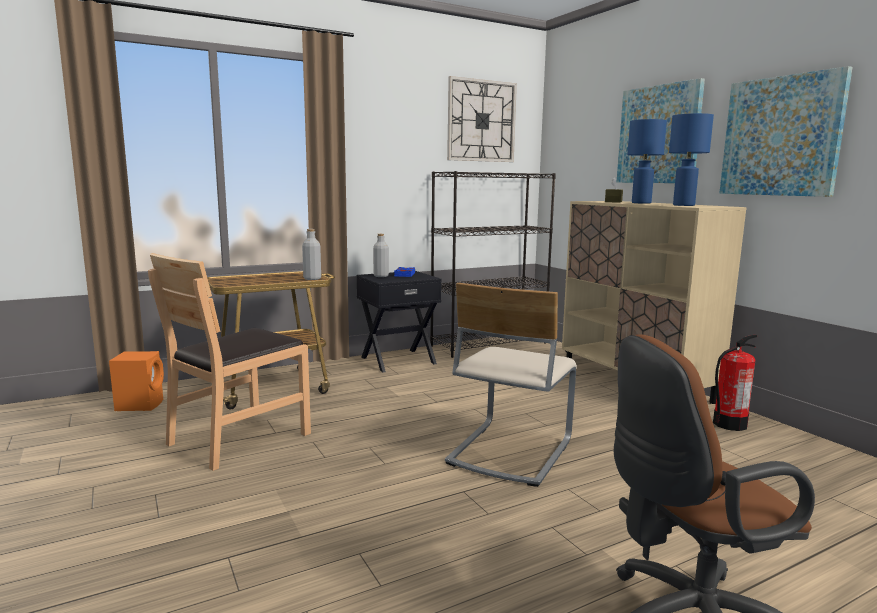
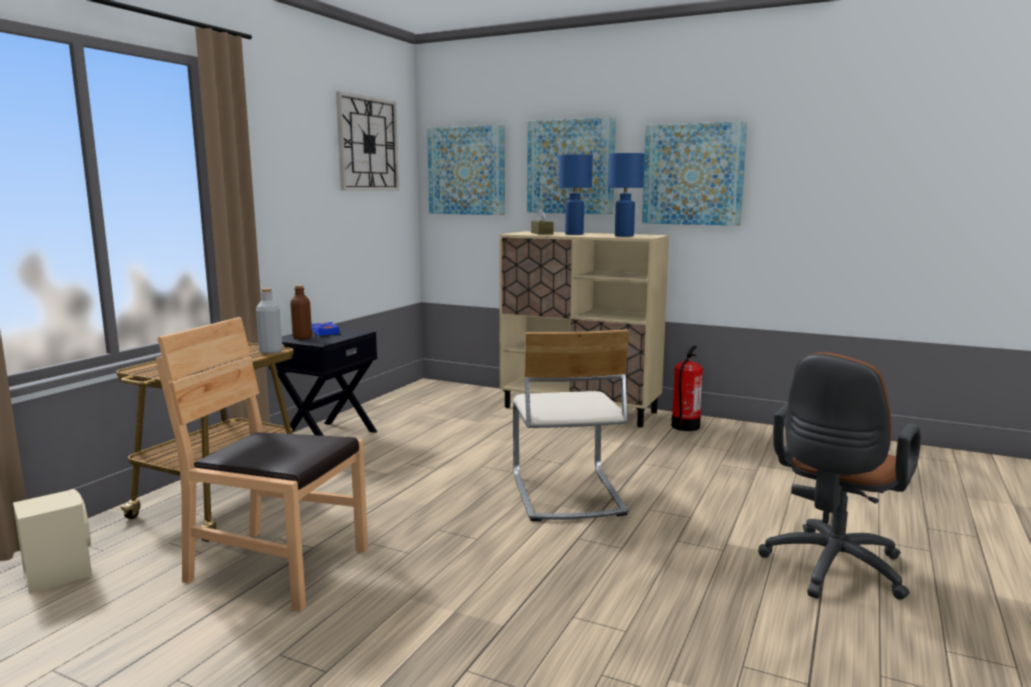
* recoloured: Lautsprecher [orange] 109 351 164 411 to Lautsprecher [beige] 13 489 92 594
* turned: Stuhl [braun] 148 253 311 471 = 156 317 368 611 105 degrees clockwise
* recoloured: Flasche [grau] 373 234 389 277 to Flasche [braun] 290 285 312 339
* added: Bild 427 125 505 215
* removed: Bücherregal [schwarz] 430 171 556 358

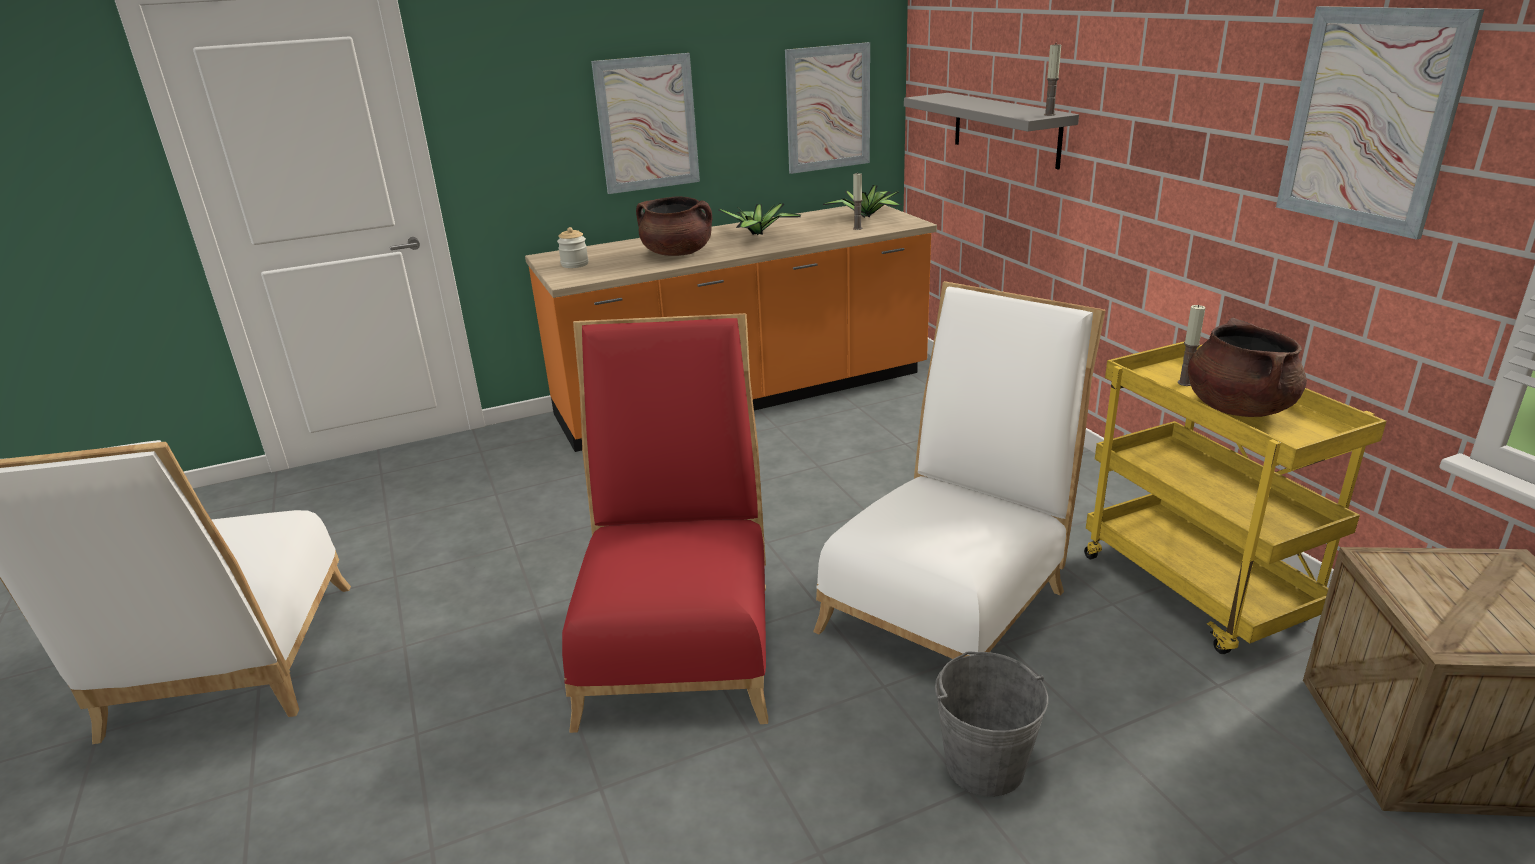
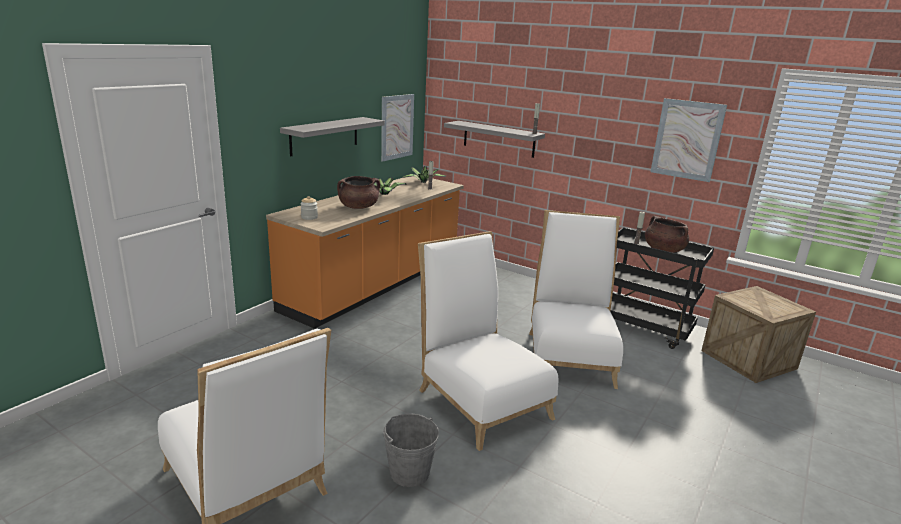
* replaced: Bild 591 53 700 194 to Wandregal [grau] 280 117 385 157
* moved: Eimer [grau] 935 651 1048 797 to 383 414 439 487
* recoloured: Stuhl [rot] 562 313 768 733 to Stuhl [weiß] 418 231 558 451
* recoloured: Rollwagen [gelb] 1084 341 1386 654 to Rollwagen [schwarz] 610 227 714 349

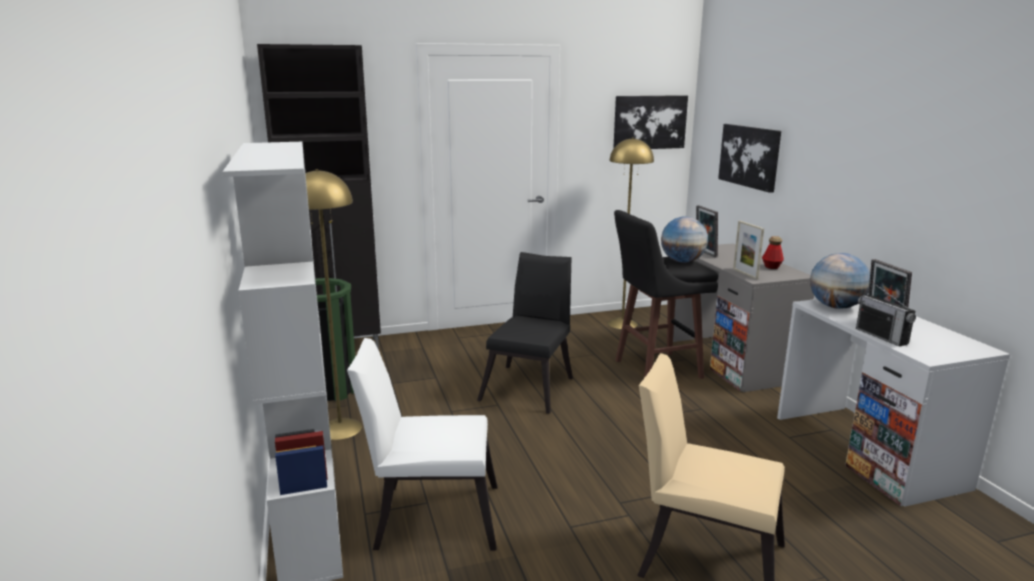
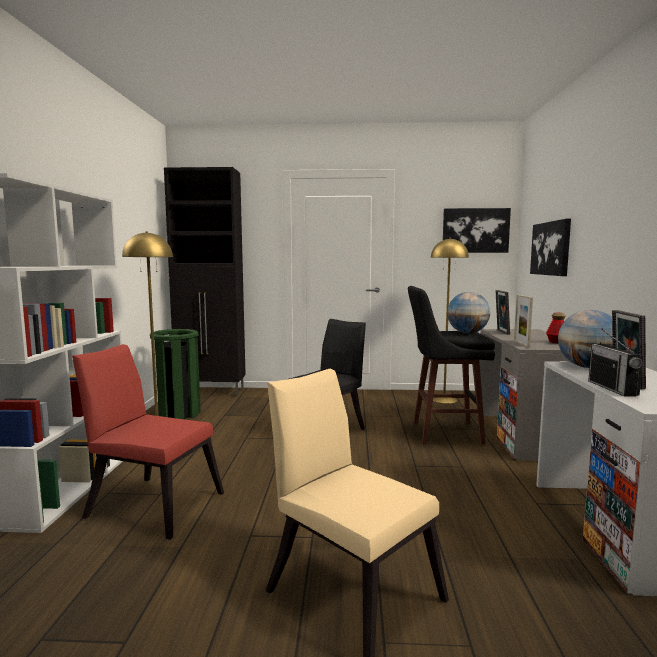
* recoloured: Stuhl [weiß] 347 338 497 551 to Stuhl [rot] 72 344 224 540

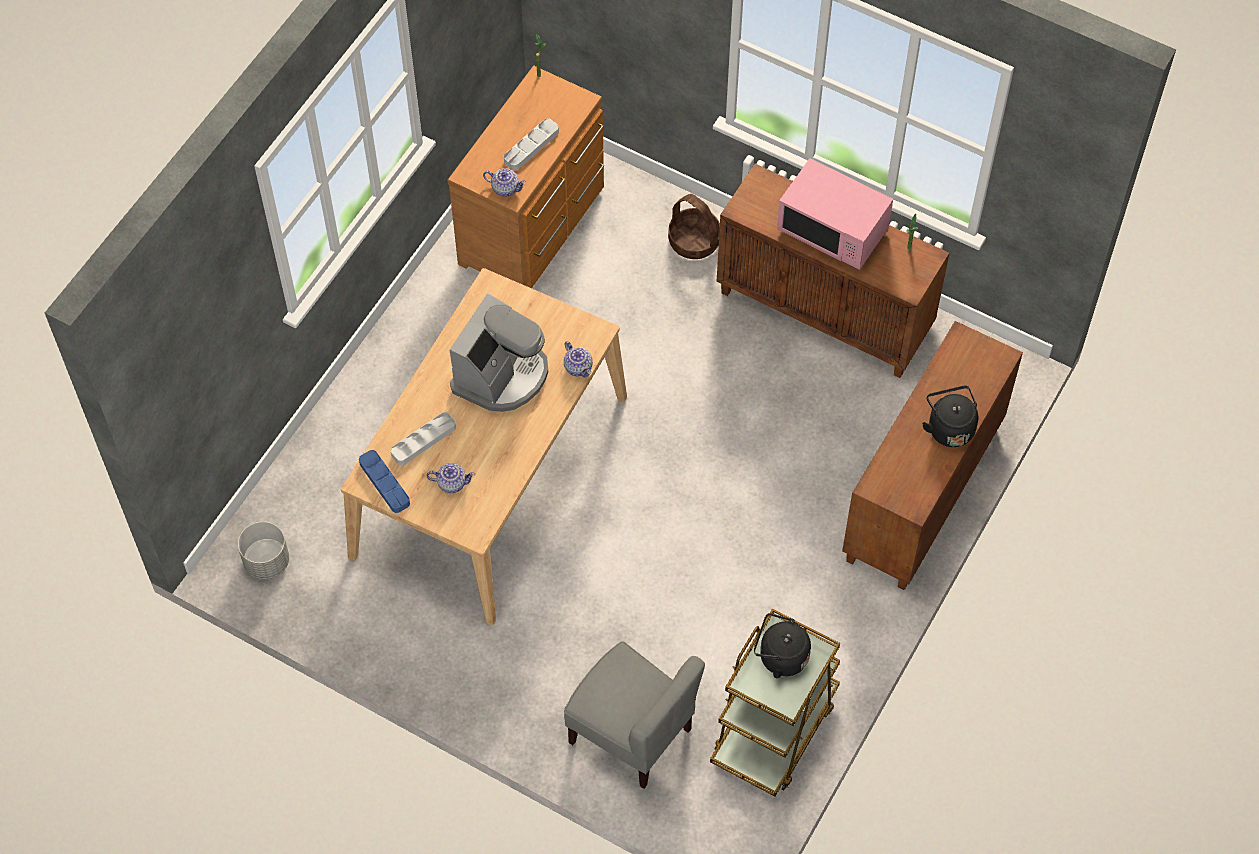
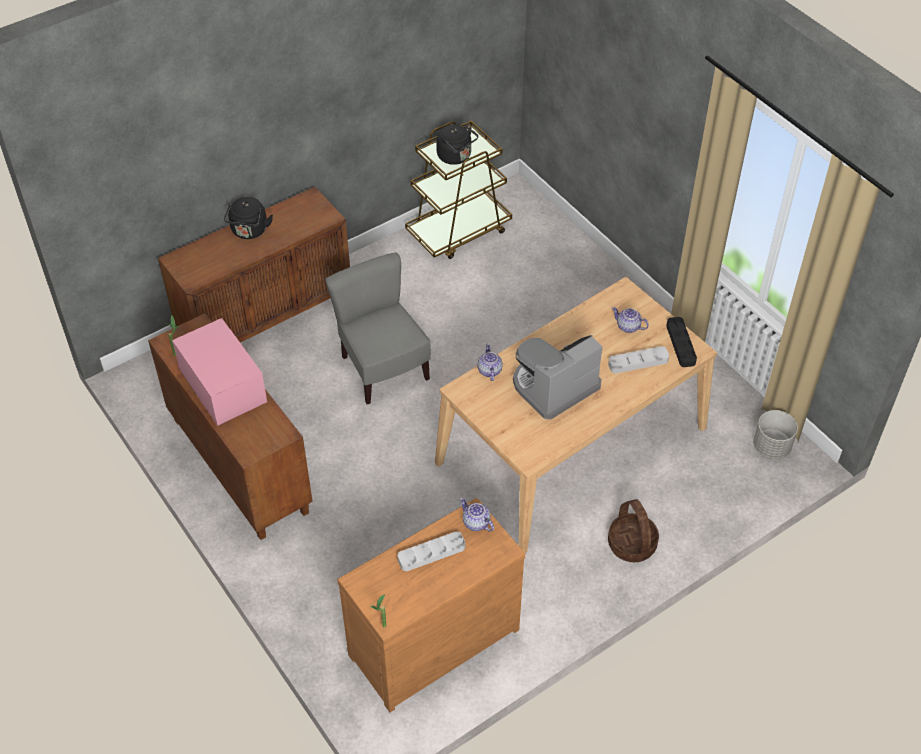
* moved: Stuhl [grau] 564 641 705 789 to 325 252 431 404
* moved: Korb 668 194 720 259 to 608 499 659 562
* recoloured: Tablett [blau] 359 450 410 513 to Tablett [schwarz] 666 317 697 367

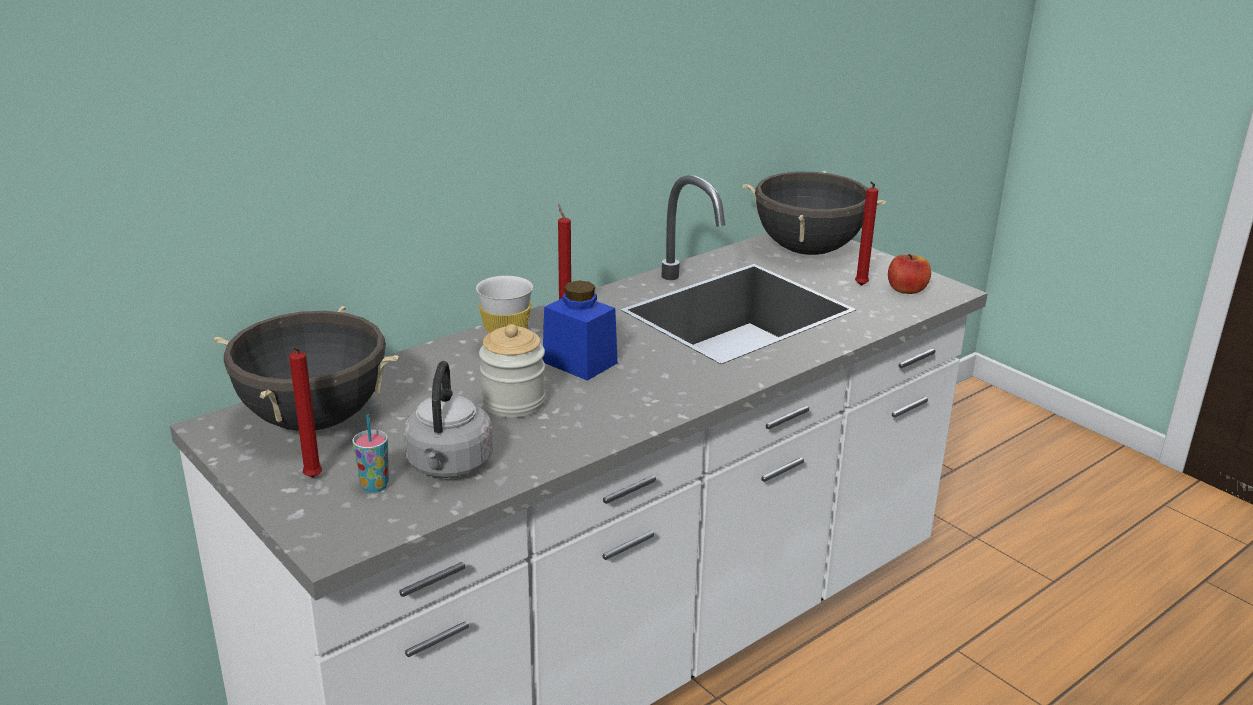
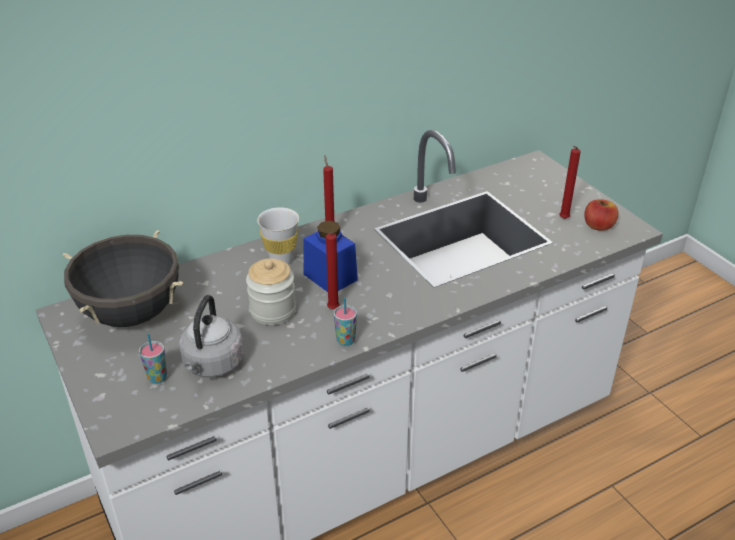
* moved: Kerze [rot] 289 347 322 477 to 326 232 340 309
* added: Tasse 334 297 357 346
* removed: Kochtopf [schwarz] 743 171 886 255

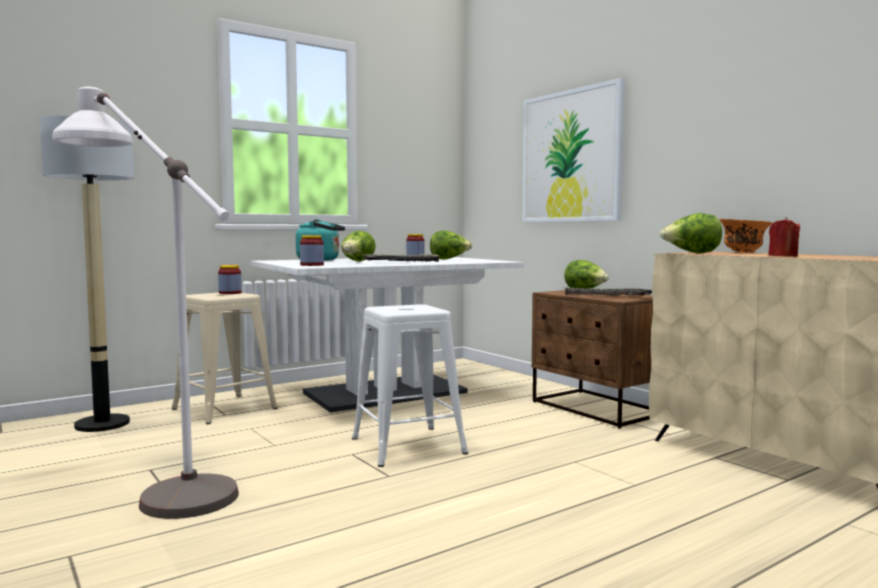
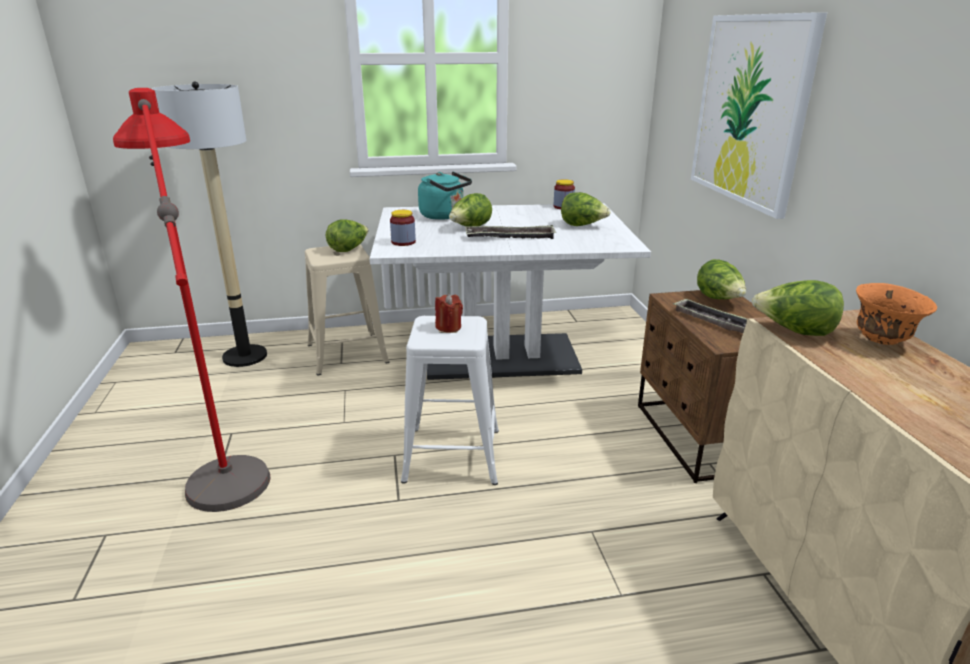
* recoloured: Stehlampe [weiß] 52 87 239 519 to Stehlampe [rot] 113 88 270 512
* replaced: Vorratsglas 218 265 242 294 to Salatkopf 326 219 368 252
* moved: Kerze [rot] 768 217 800 257 to 435 294 463 332

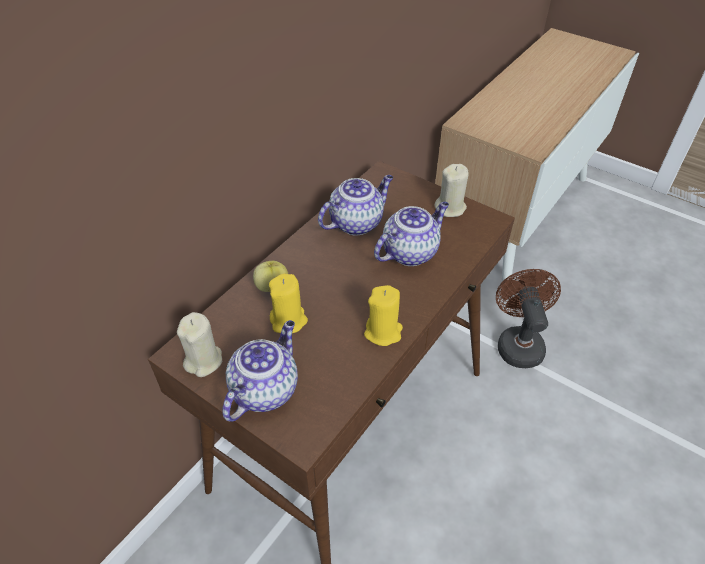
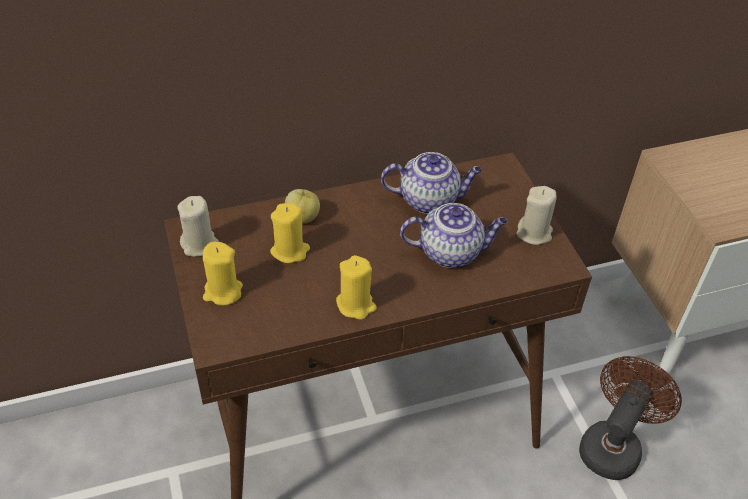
* replaced: Teekanne 222 320 298 422 to Kerze [gelb] 203 242 243 305

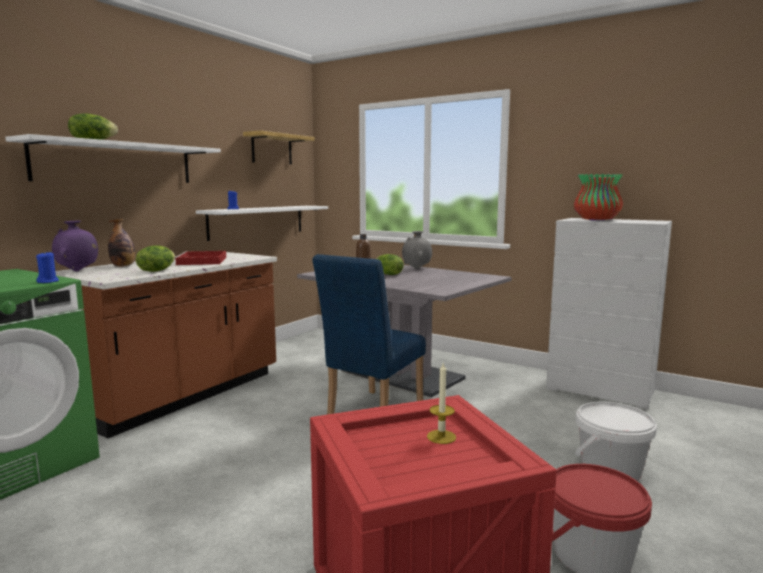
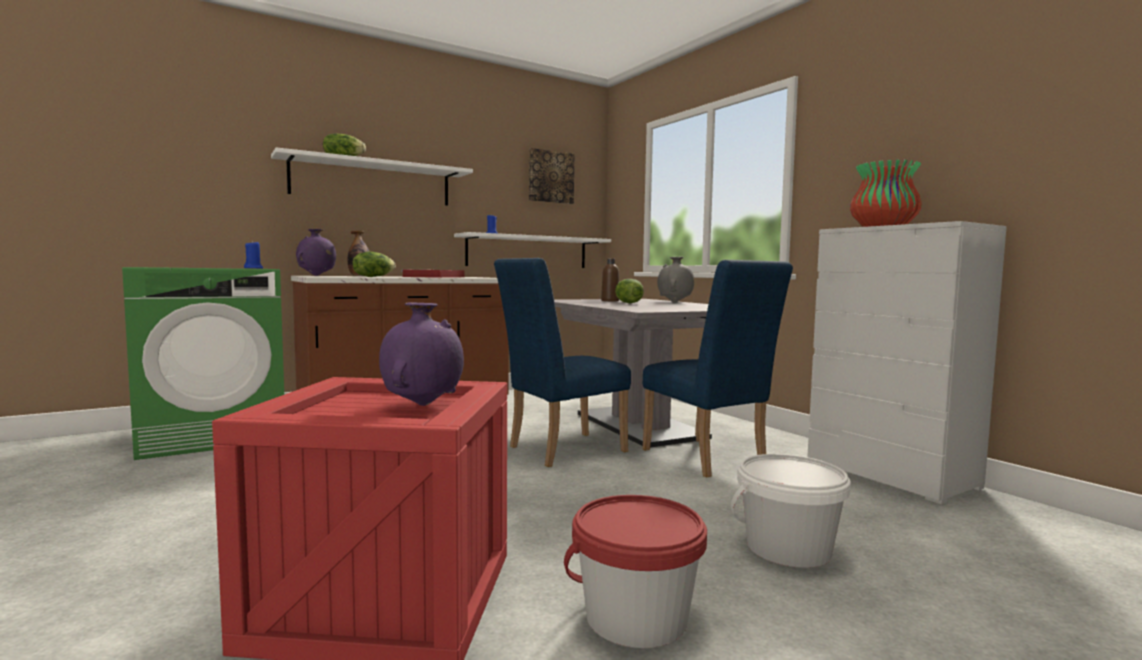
* replaced: Kerze 427 363 456 444 to Vase [lila] 379 302 464 406
* replaced: Wandregal 243 131 314 165 to Bild 529 148 574 204
* added: Stuhl [blau] 643 260 793 478

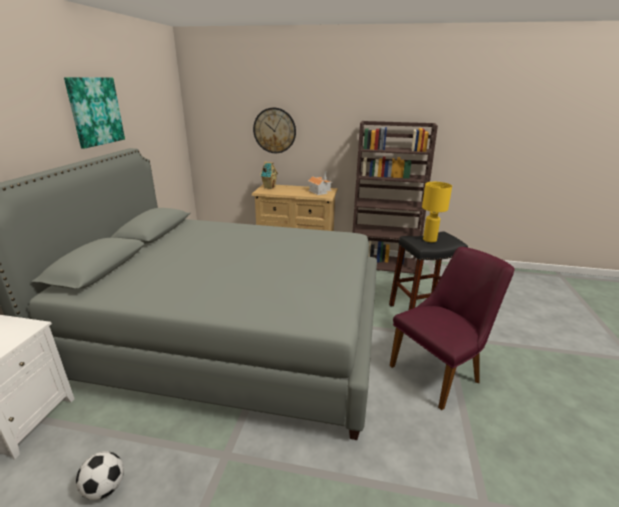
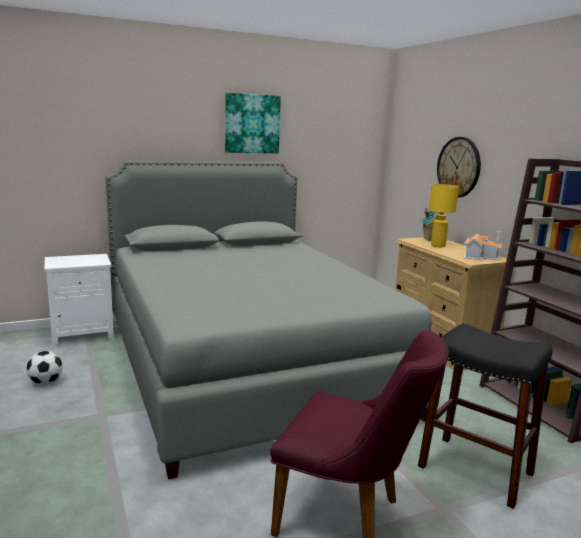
* moved: Tischlampe [gelb] 422 182 452 242 to 429 184 459 247

